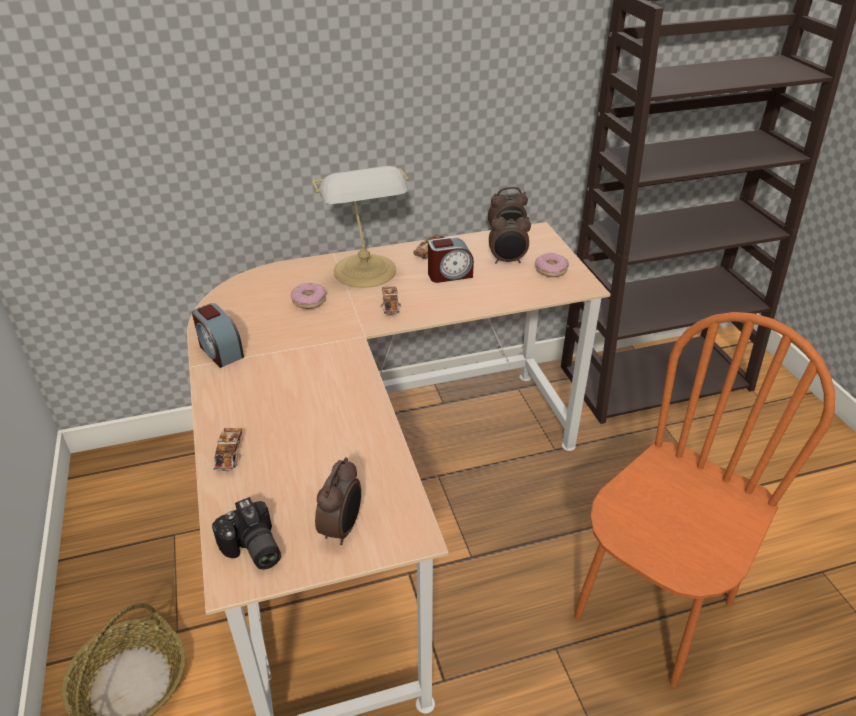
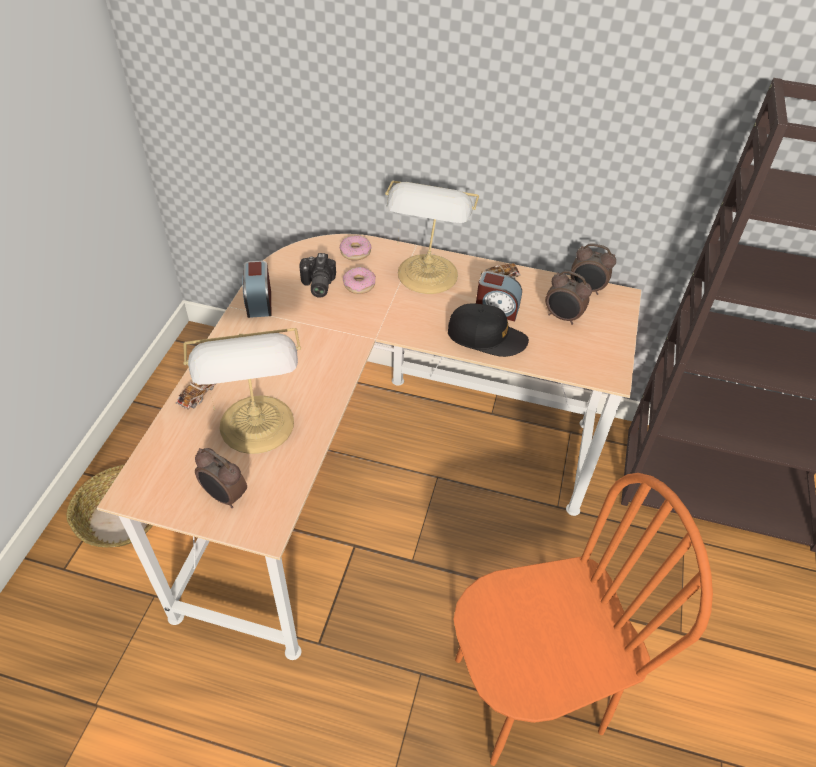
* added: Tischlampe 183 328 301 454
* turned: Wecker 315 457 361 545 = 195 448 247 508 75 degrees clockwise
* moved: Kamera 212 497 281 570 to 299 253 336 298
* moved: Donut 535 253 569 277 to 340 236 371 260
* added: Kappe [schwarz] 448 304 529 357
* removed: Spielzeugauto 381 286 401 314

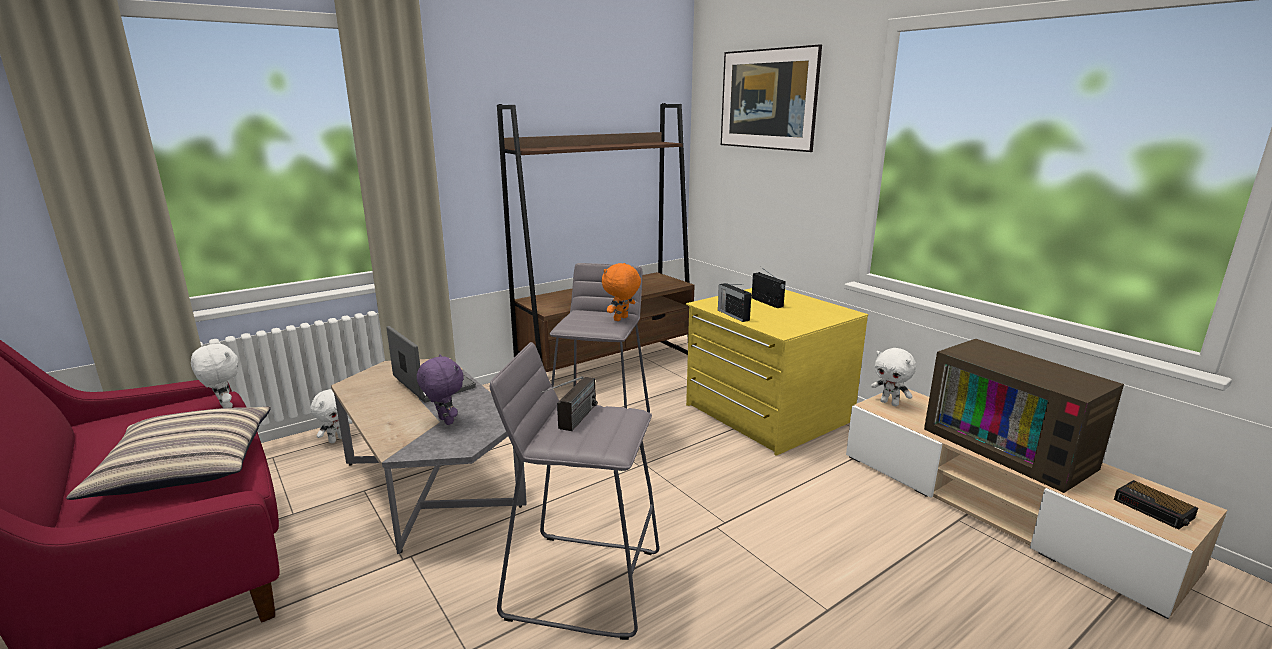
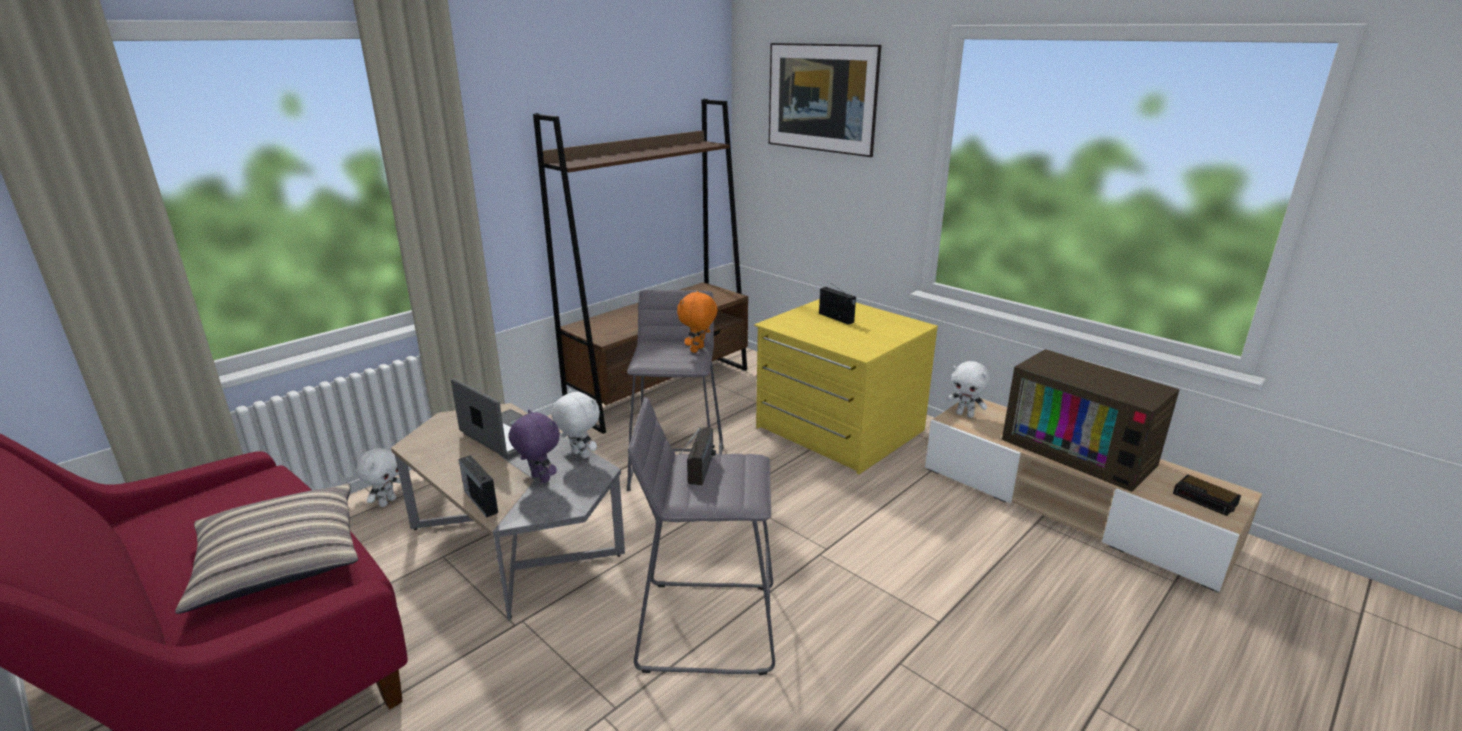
* moved: Radio 718 283 752 322 to 459 455 498 518
* moved: Plüschtier [weiß] 191 342 238 408 to 551 389 600 459

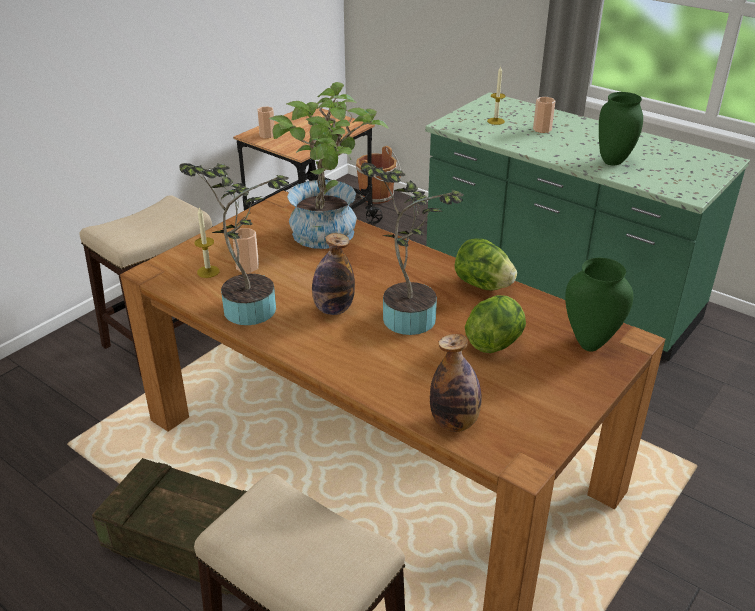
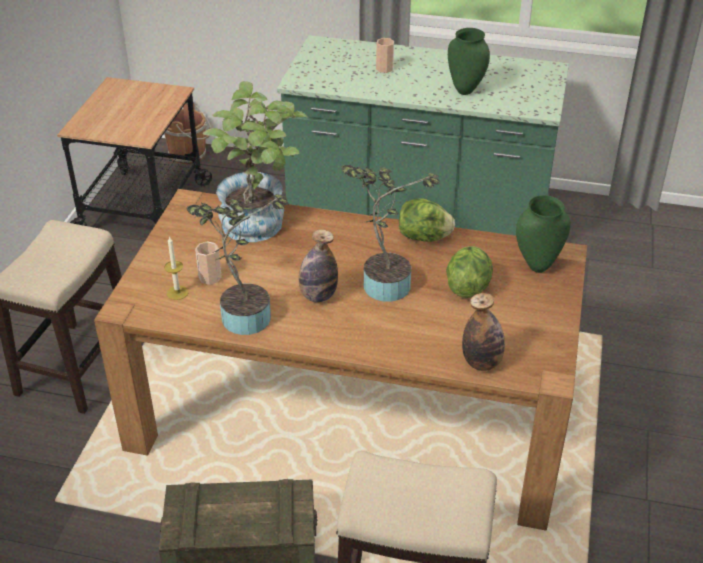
* removed: Tasse 257 106 275 138
* removed: Kerze 487 67 506 125

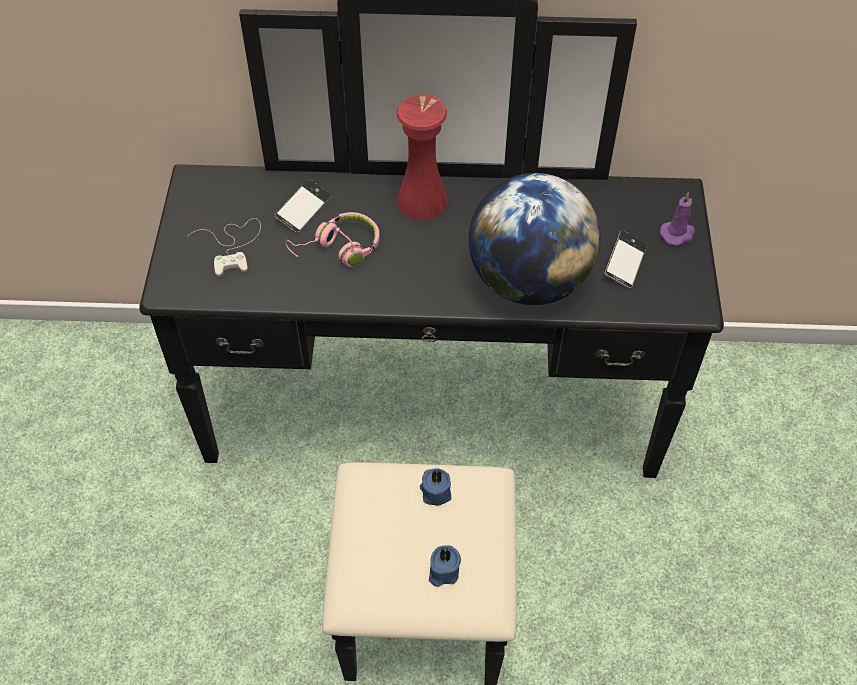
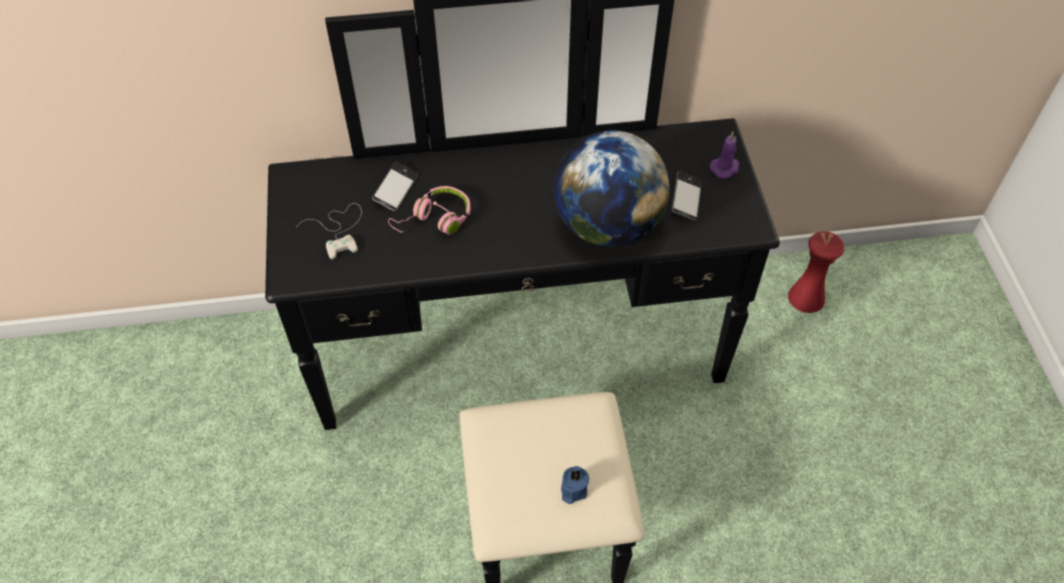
* moved: Vase [rot] 397 94 448 220 to 788 231 844 313
* removed: Kerze [blau] 420 468 452 505

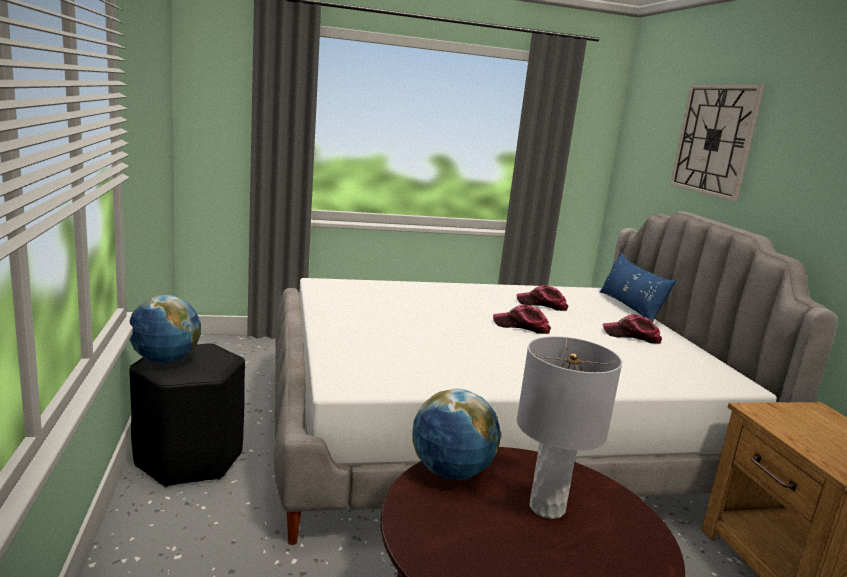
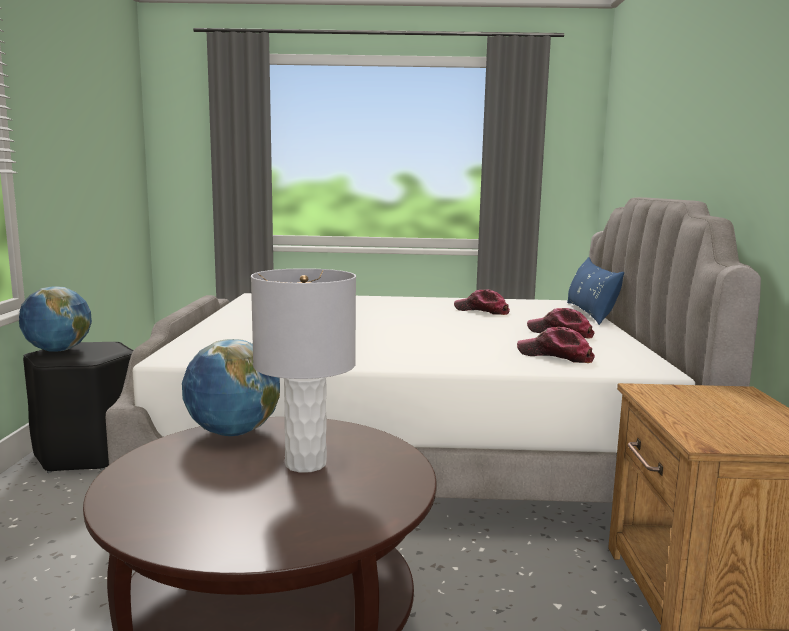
* moved: Kappe 493 305 551 334 to 517 327 595 363
* removed: Wanduhr 670 84 765 202

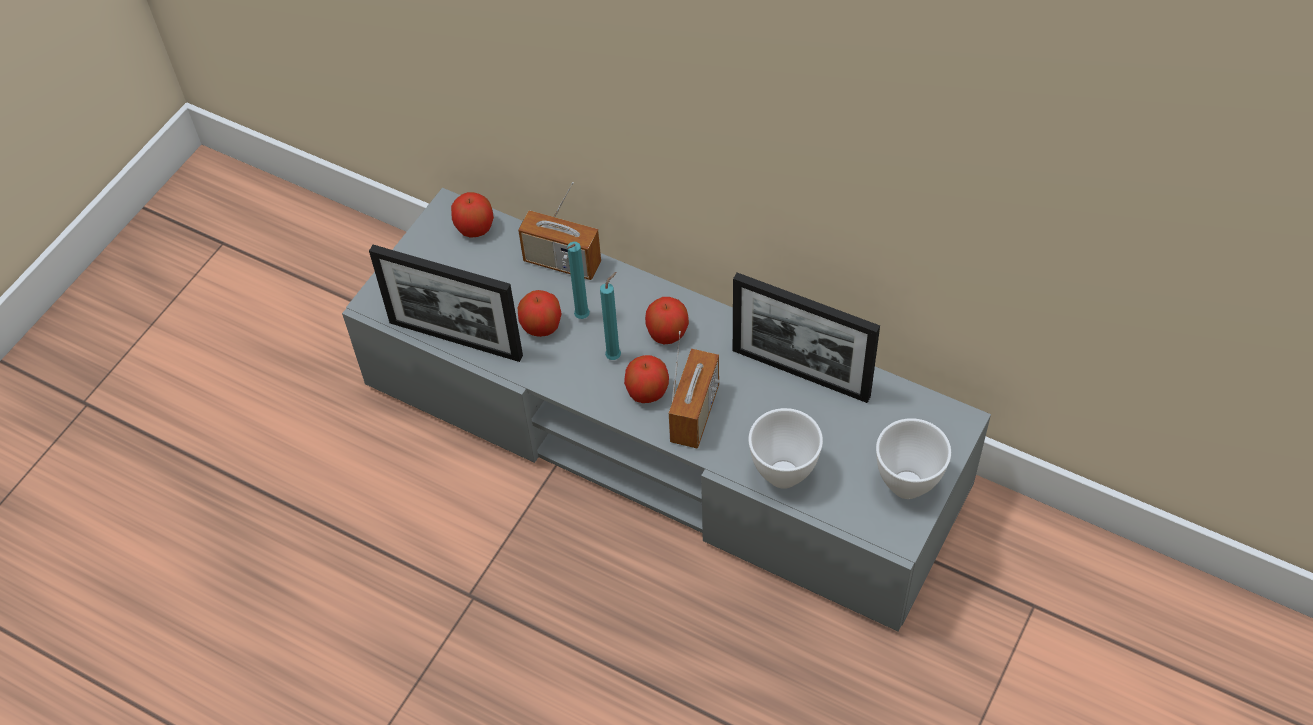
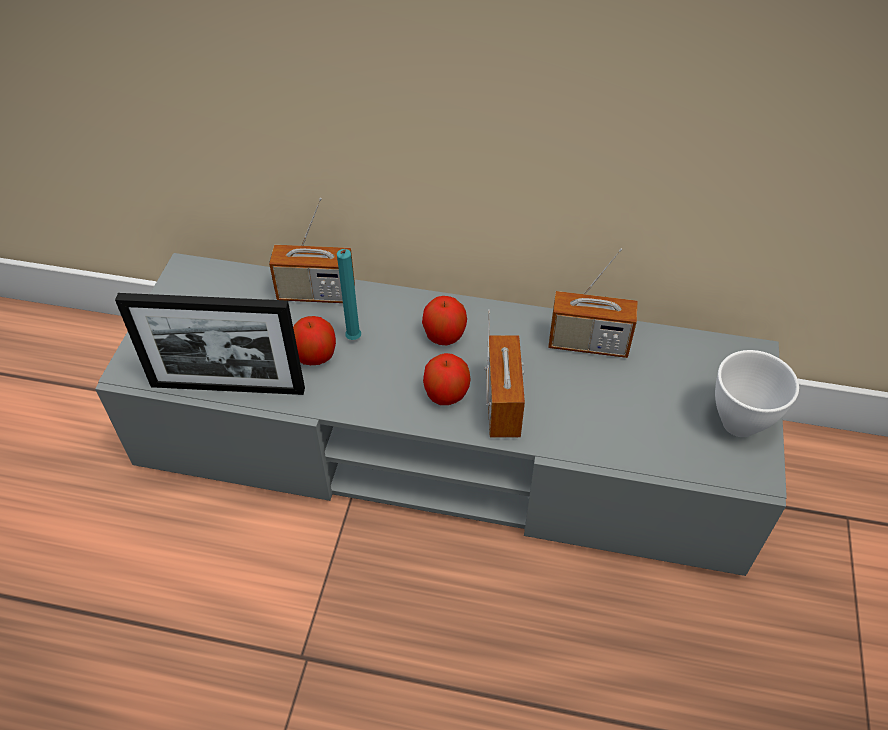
* replaced: Bilderrahmen 733 272 880 403 to Radio 548 248 637 358
* removed: Apfel 451 192 494 238
* removed: Kerze [türkis] 600 272 621 360
* removed: Schüssel [weiß] 748 408 823 489

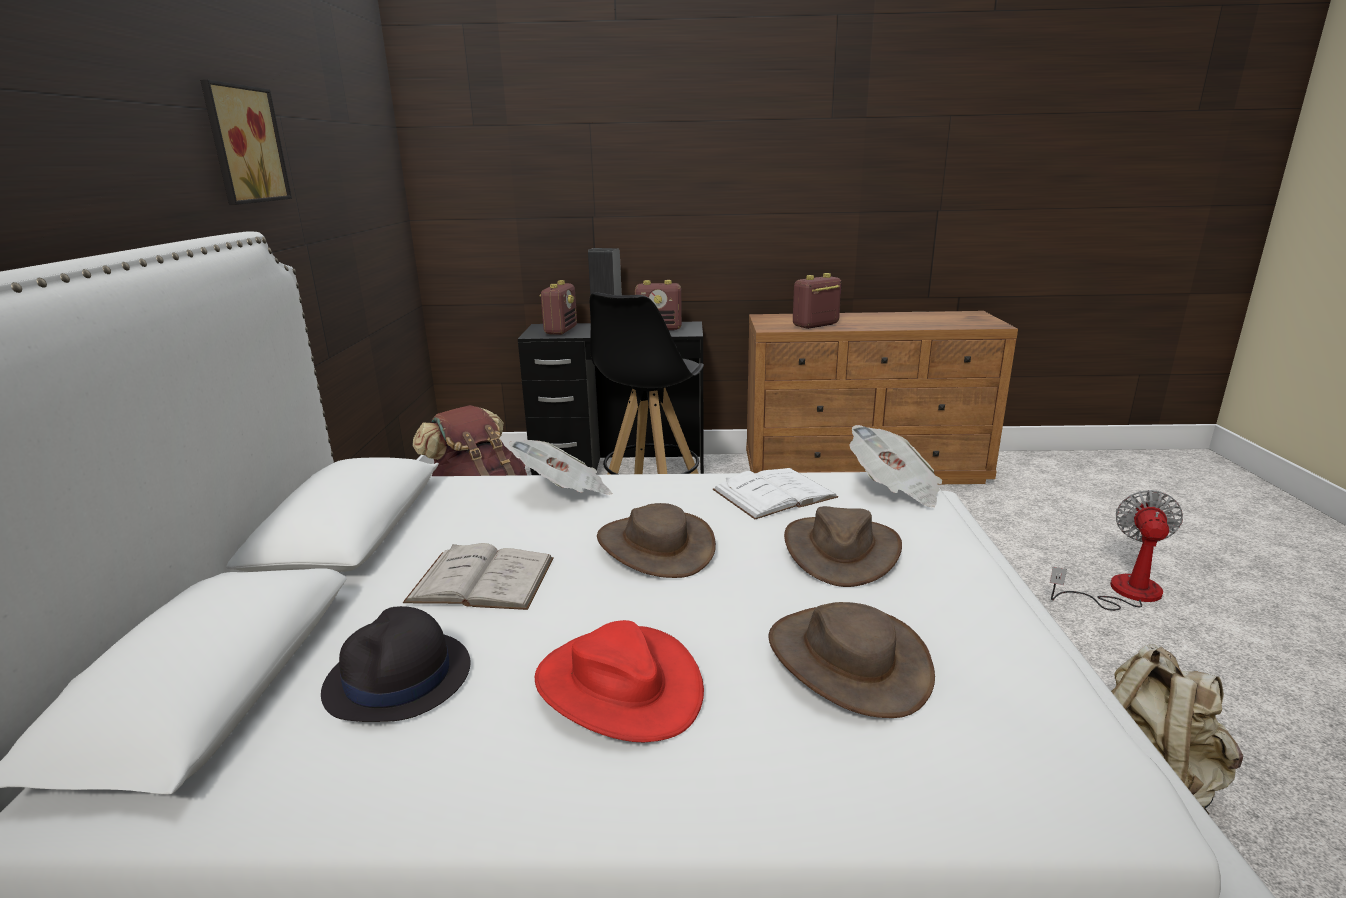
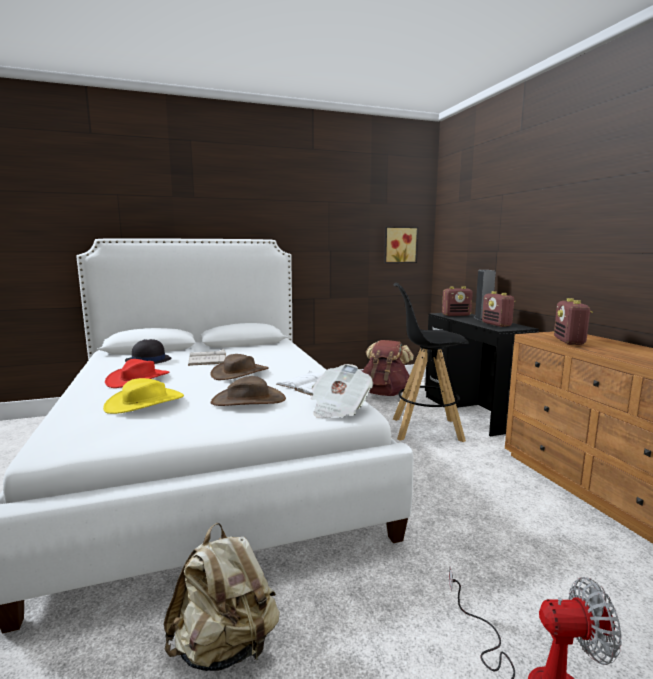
* recoloured: Hut [braun] 769 602 935 718 to Hut [gelb] 103 378 184 414
* moved: Bild 200 80 292 205 to 384 227 418 263
* turned: Radio 793 273 842 329 = 554 298 593 345 120 degrees counterclockwise
* removed: Zeitung 509 440 613 494

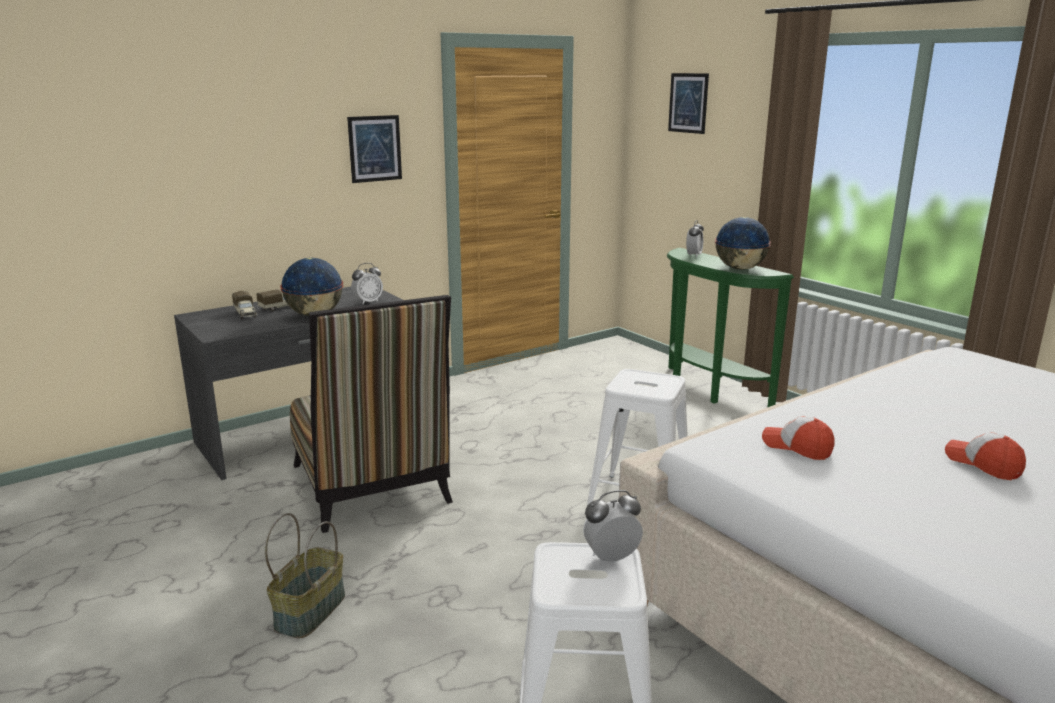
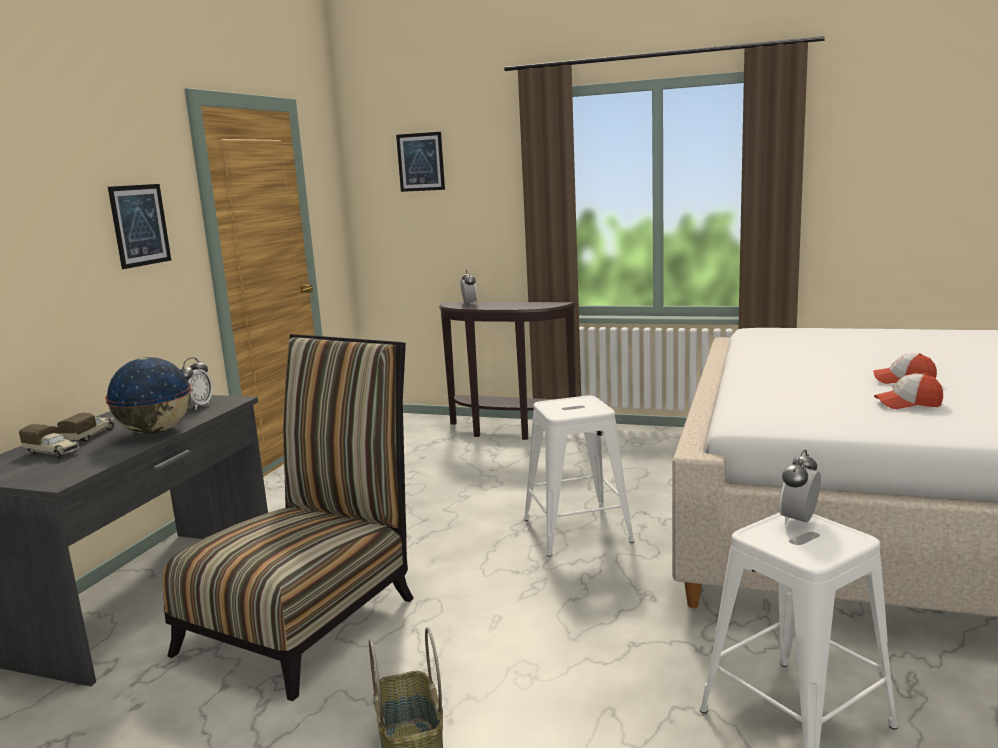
* turned: Stuhl 290 295 453 533 = 162 334 414 701 90 degrees counterclockwise
* recoloured: Konsolentisch [grün] 667 248 794 408 to Konsolentisch [braun] 439 302 576 440
* moved: Kappe 762 416 835 460 to 874 373 943 409
* removed: Globus 715 217 771 270

